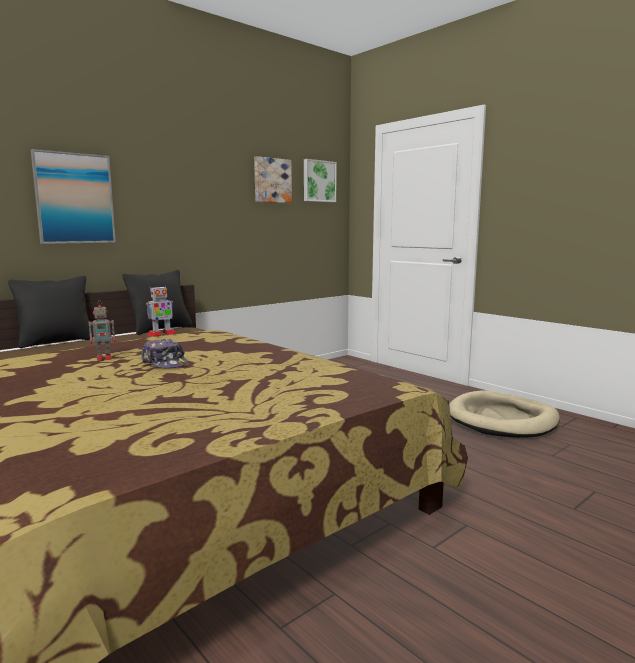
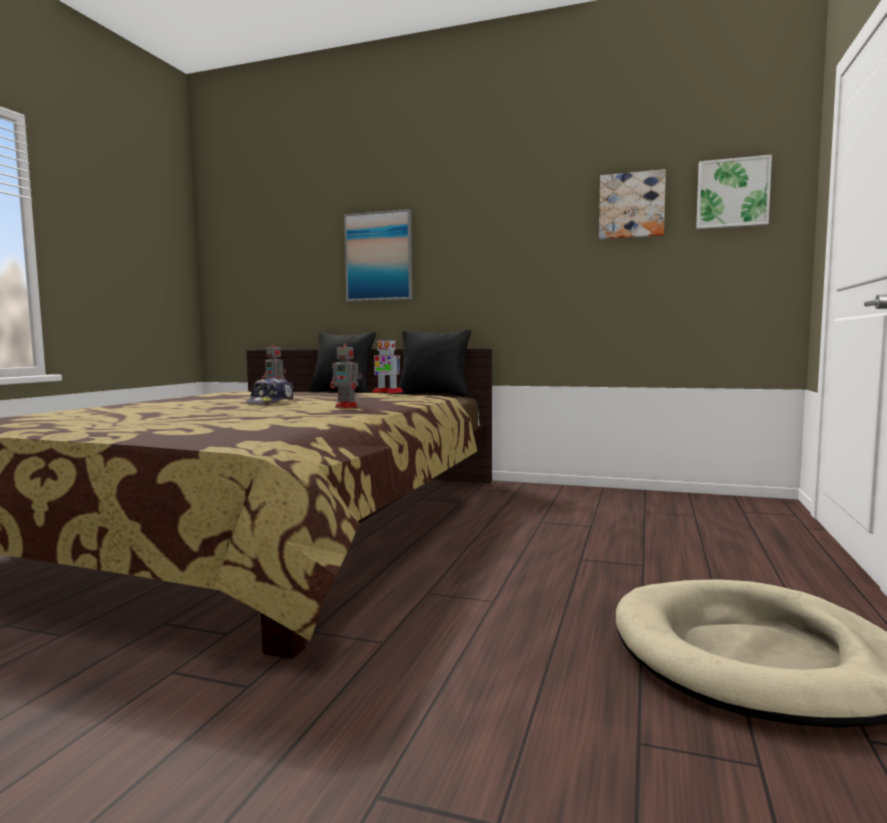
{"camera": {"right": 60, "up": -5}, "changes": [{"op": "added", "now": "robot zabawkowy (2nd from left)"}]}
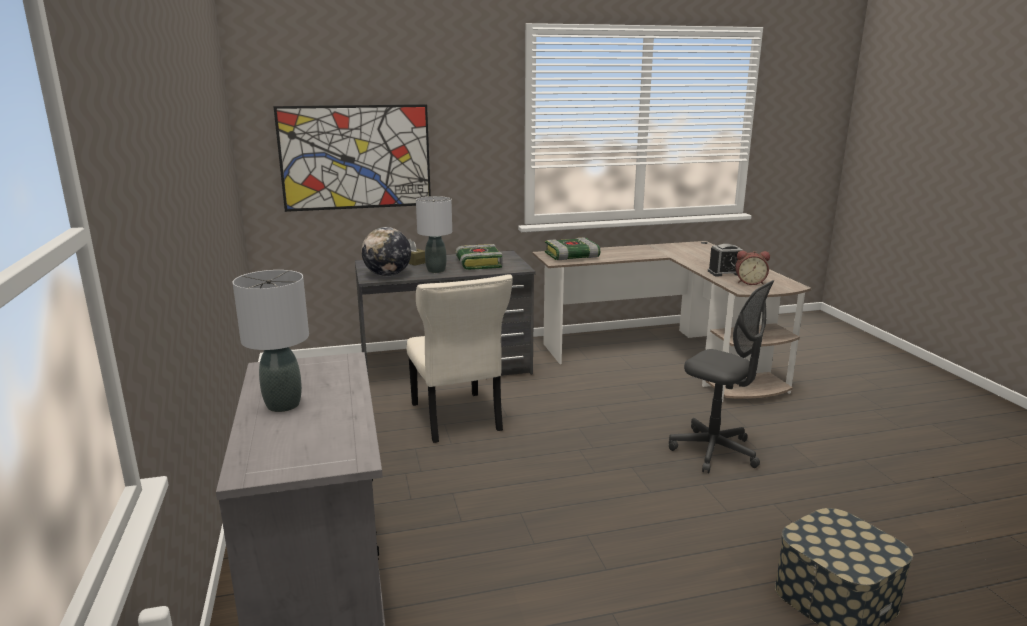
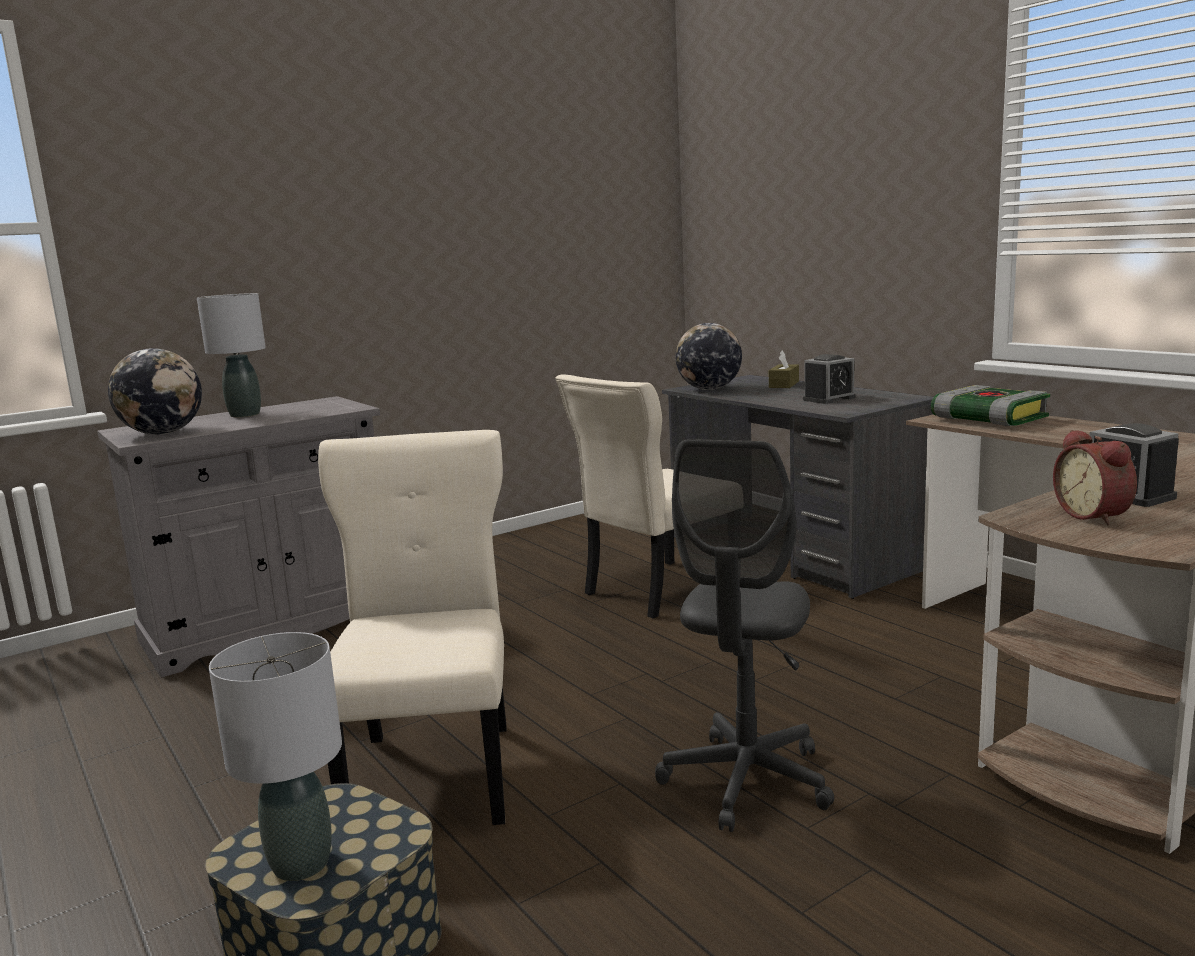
{"camera": {"right": 70, "up": -5}, "changes": [{"op": "removed", "was": "obraz"}, {"op": "moved", "was": "lampa stołowa (szary) (2nd from left)"}, {"op": "replaced", "was": "książka (1st from left)", "now": "budzik (1st from left)"}, {"op": "added", "now": "globus (1st from left)"}, {"op": "added", "now": "krzesło (beżowy) (1st from left)"}]}
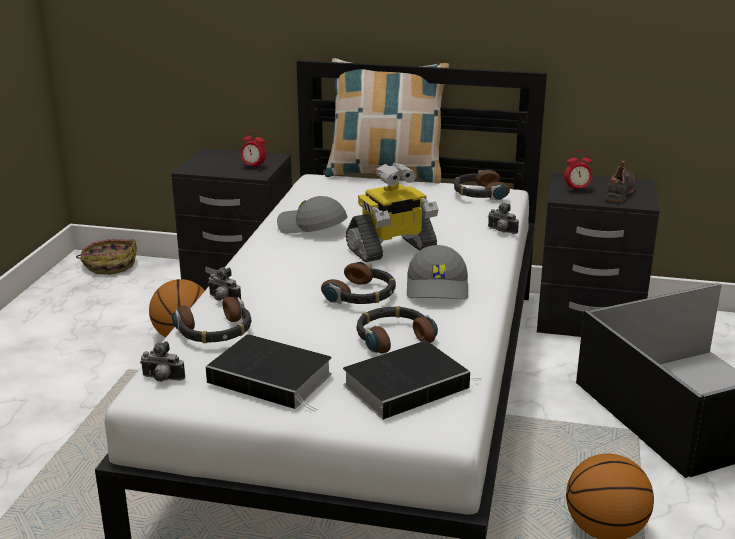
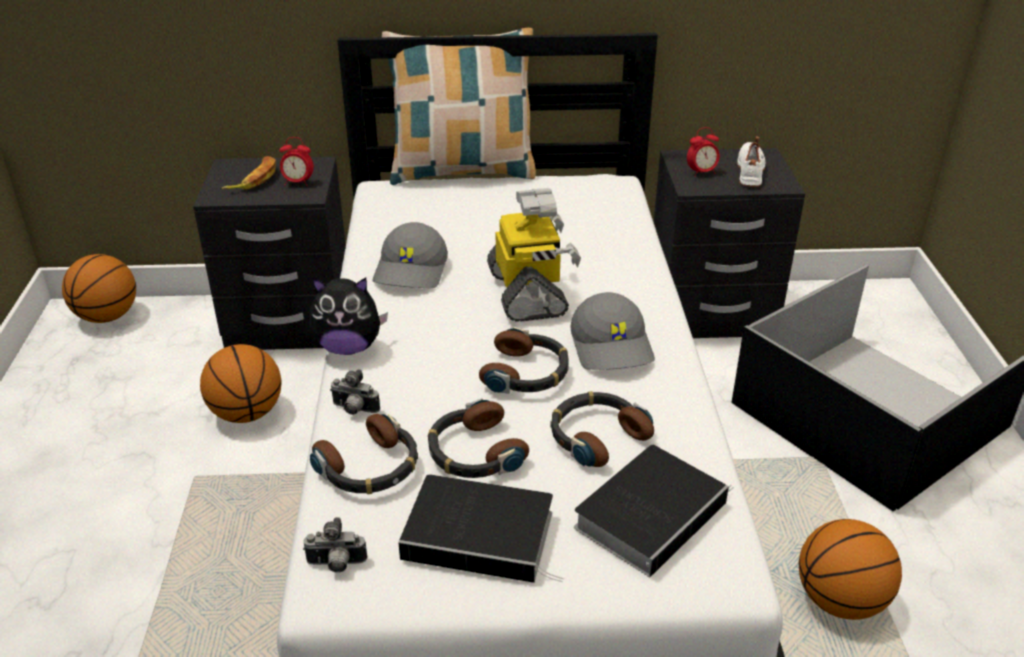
{"camera": {"right": -15, "up": 10}, "changes": [{"op": "recoloured", "was": "but (czarny)", "now": "but (biały)"}, {"op": "turned", "was": "robot zabawkowy", "clockwise": -60}, {"op": "moved", "was": "słuchawki (4th from left in the first image)", "now": "słuchawki (2nd from left)"}, {"op": "turned", "was": "czapka z daszkiem (szary) (1st from left)", "clockwise": -90}, {"op": "removed", "was": "aparat fotograficzny (3rd from left)"}, {"op": "replaced", "was": "koszyk", "now": "piłka do koszykówki (1st from left)"}, {"op": "added", "now": "banan"}, {"op": "added", "now": "pluszak"}]}
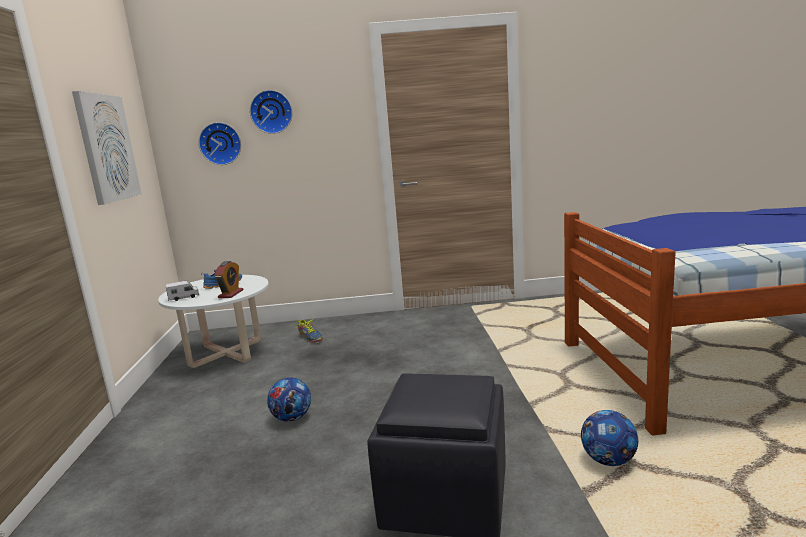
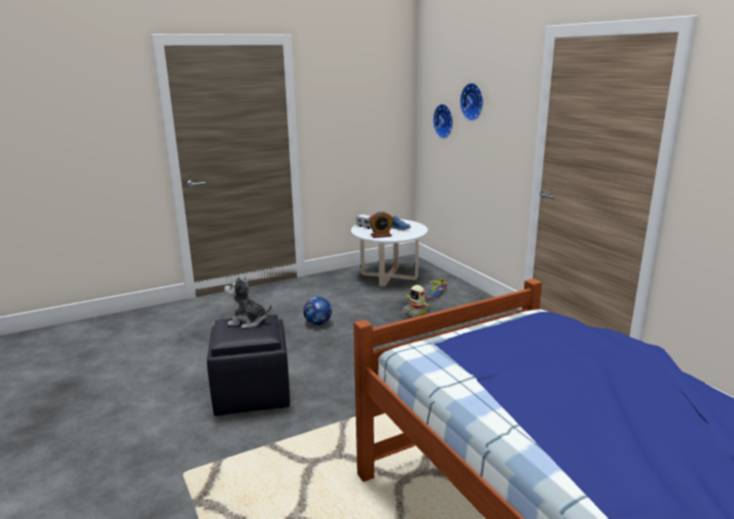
{"camera": {"right": 65, "up": 5}, "changes": [{"op": "removed", "was": "obraz"}, {"op": "removed", "was": "piłka futbolowa (2nd from left)"}, {"op": "added", "now": "pluszak"}, {"op": "added", "now": "robot zabawkowy"}]}
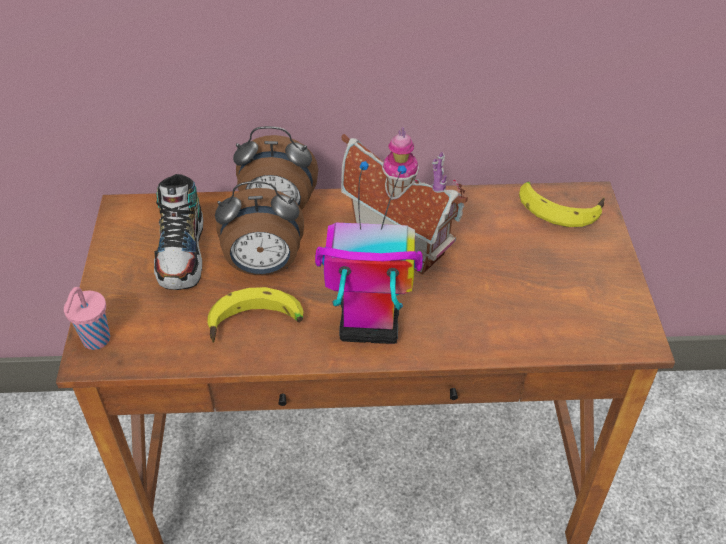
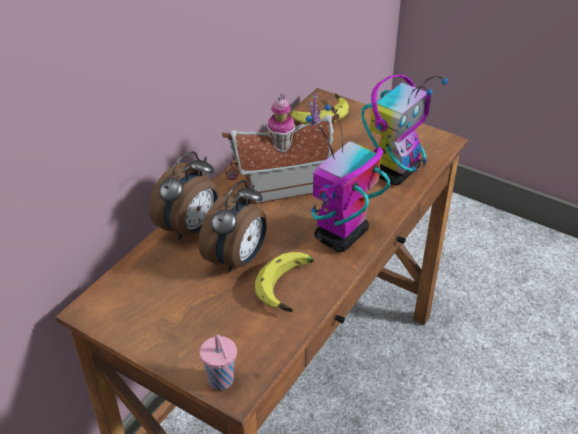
{"camera": {"right": -55, "up": -5}, "changes": [{"op": "removed", "was": "but"}, {"op": "added", "now": "robot zabawkowy (2nd from left)"}]}
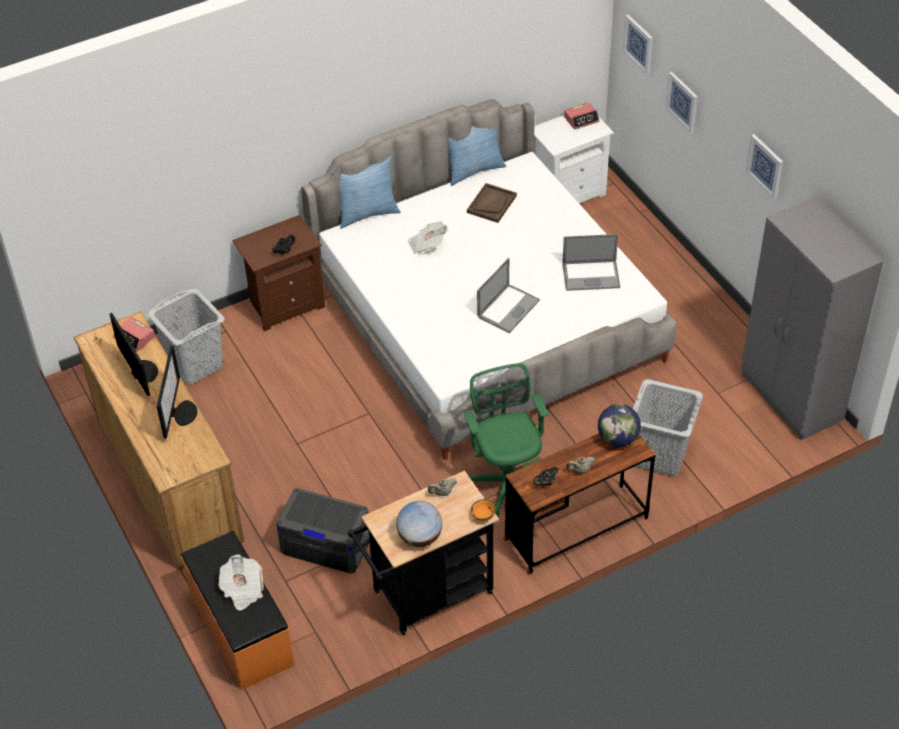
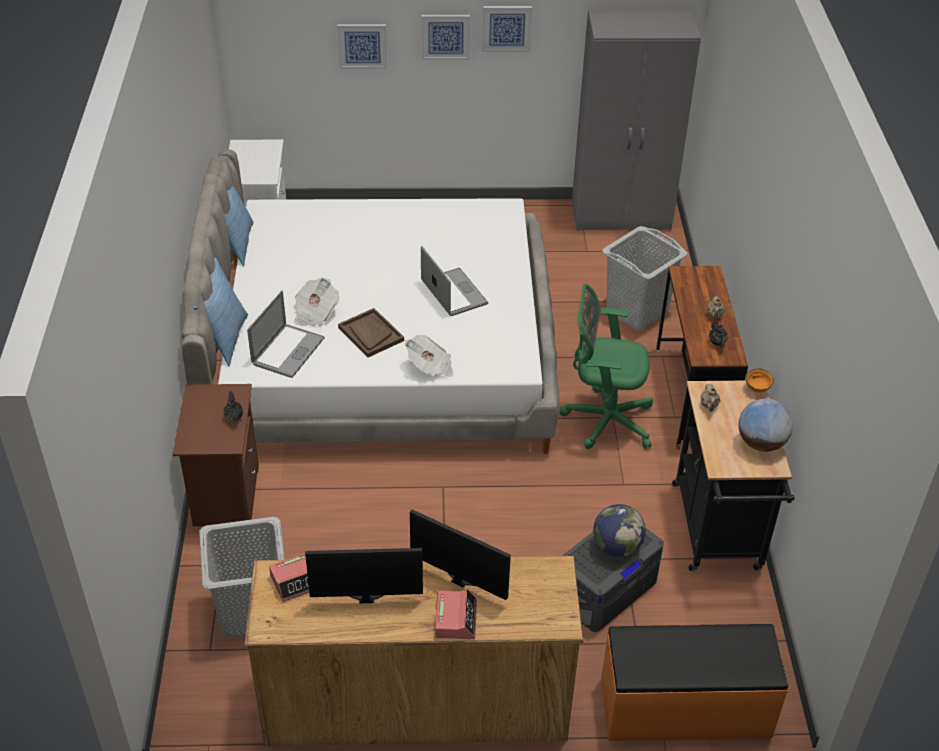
{"camera": {"right": -65, "up": -5}, "changes": [{"op": "moved", "was": "obraz (1st from left in the first image)", "now": "obraz (2nd from left)"}, {"op": "moved", "was": "budzik (2nd from left)"}, {"op": "moved", "was": "taca (brązowy)"}, {"op": "moved", "was": "laptop (2nd from left in the first image)", "now": "laptop (1st from left)"}, {"op": "moved", "was": "globus (2nd from left in the first image)", "now": "globus (1st from left)"}, {"op": "moved", "was": "gazeta (1st from left in the first image)", "now": "gazeta (2nd from left)"}]}
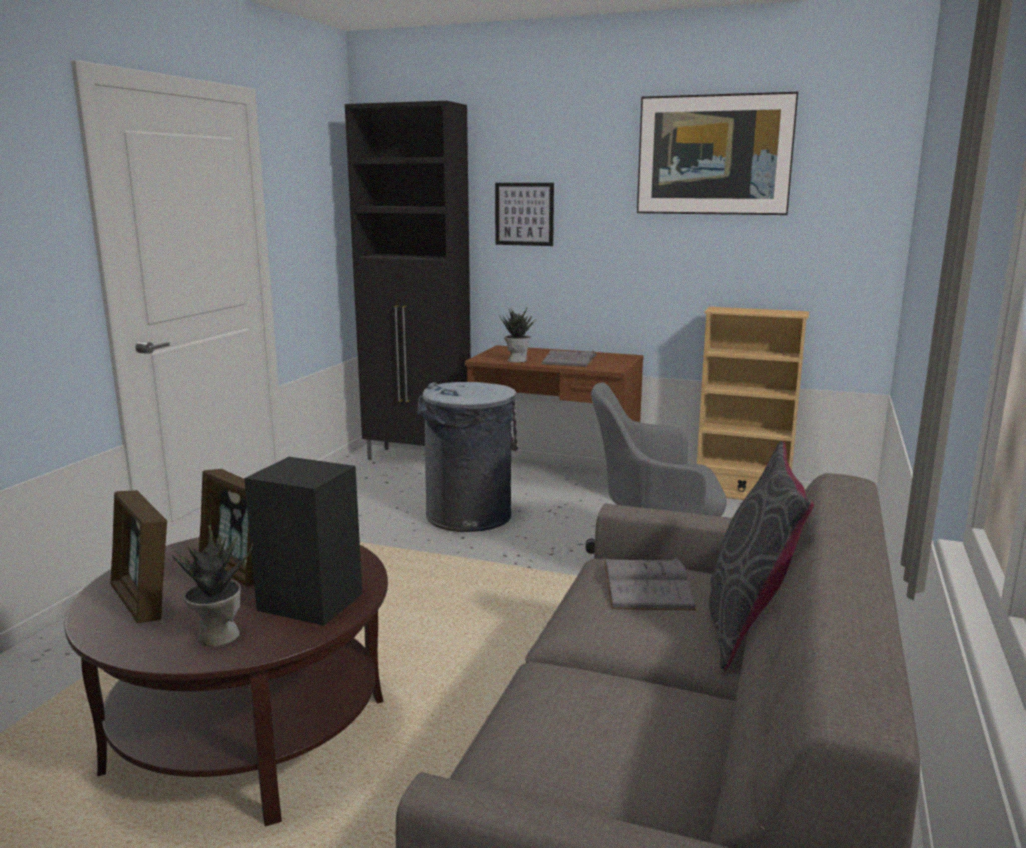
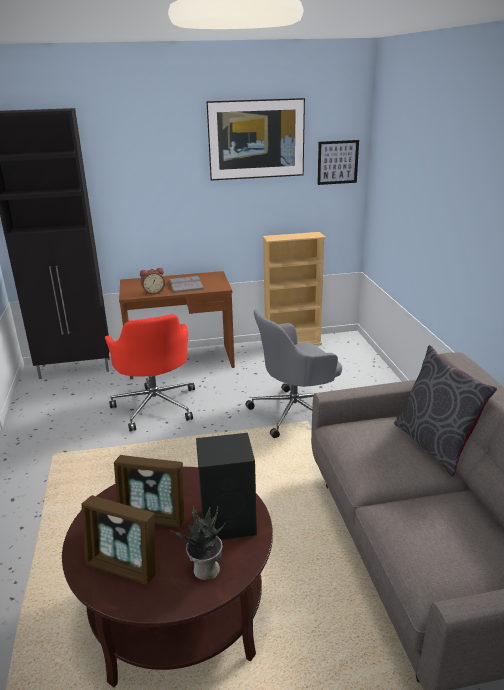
{"camera": {"right": -30, "up": 10}, "changes": [{"op": "moved", "was": "obraz (1st from left in the first image)", "now": "obraz (2nd from left)"}, {"op": "replaced", "was": "roślina doniczkowa (2nd from left)", "now": "budzik"}, {"op": "replaced", "was": "kosz na śmieci (szary)", "now": "krzesło biurowe (czerwony)"}, {"op": "removed", "was": "książka (szary) (2nd from left)"}]}
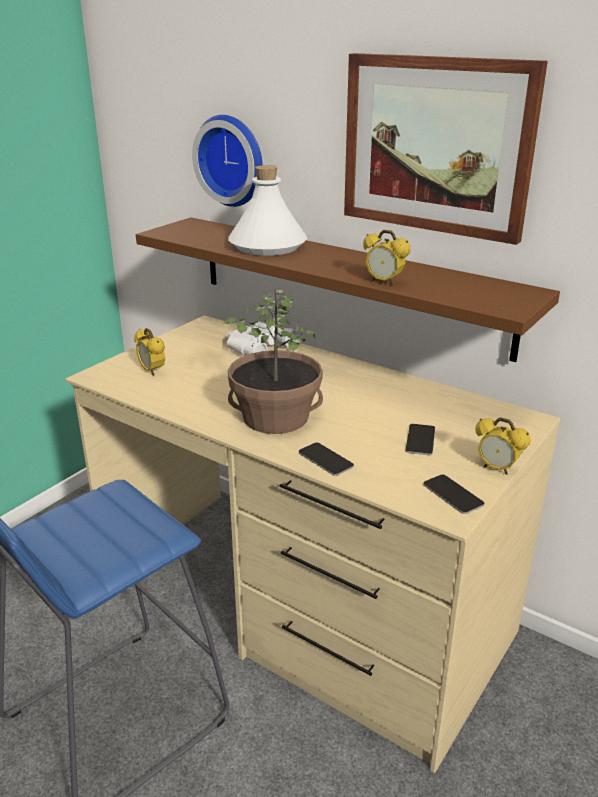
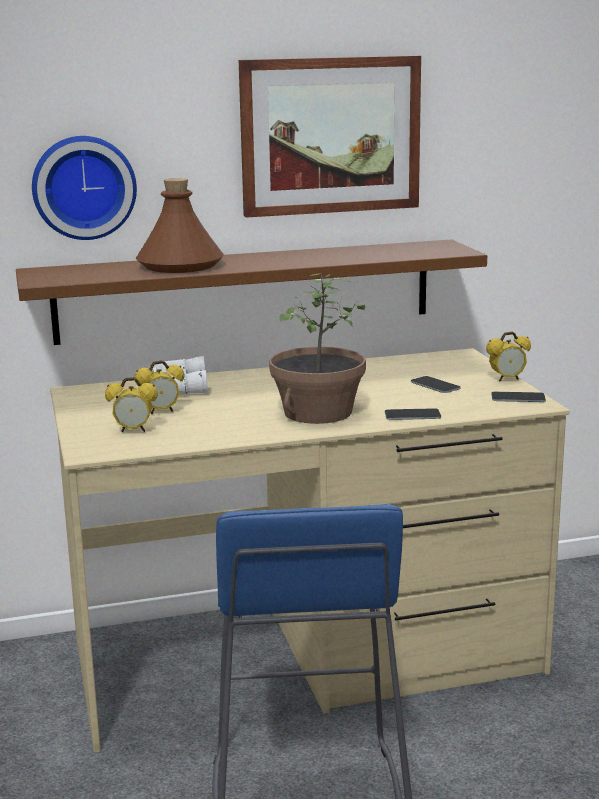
{"camera": {"right": -50, "up": -10}, "changes": [{"op": "recoloured", "was": "butelka (biały)", "now": "butelka (brązowy)"}, {"op": "moved", "was": "budzik (2nd from left)"}]}
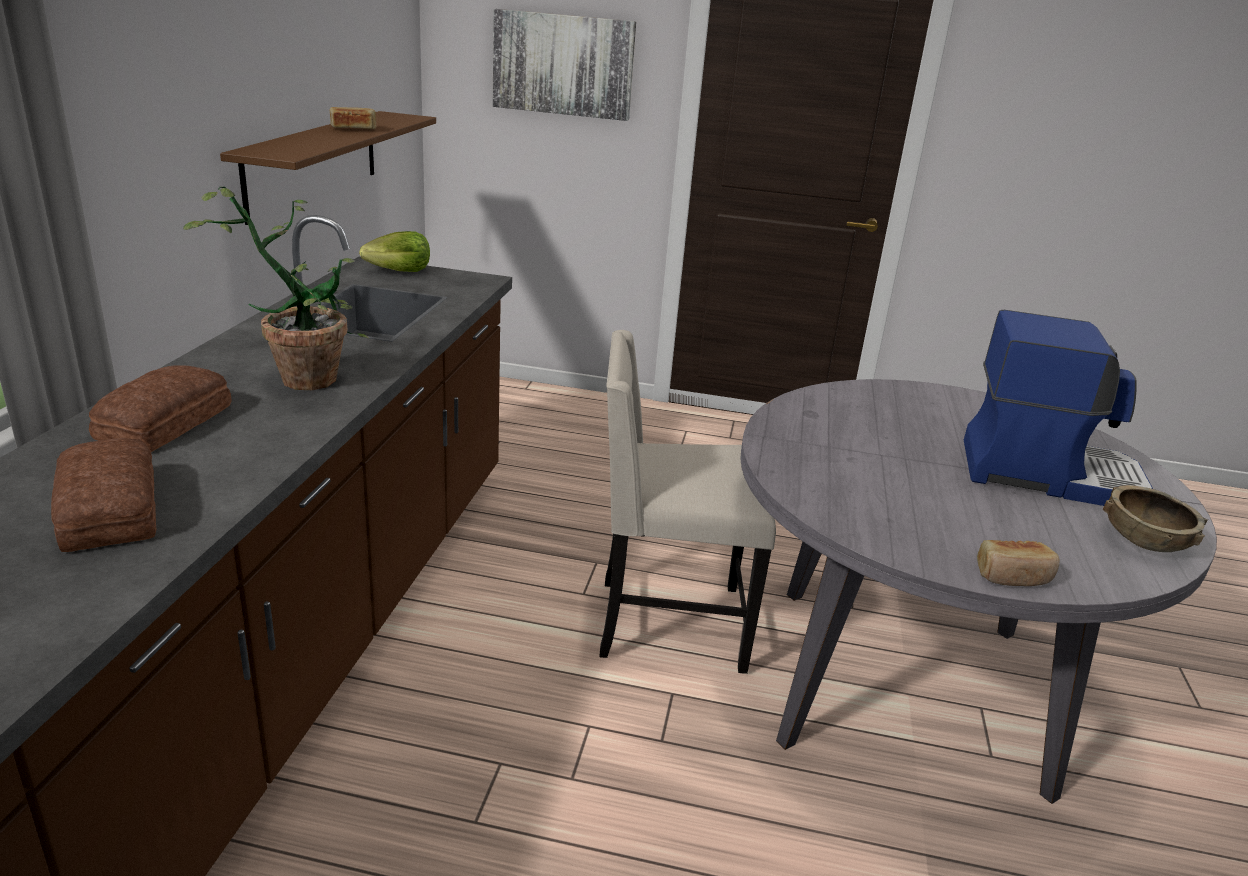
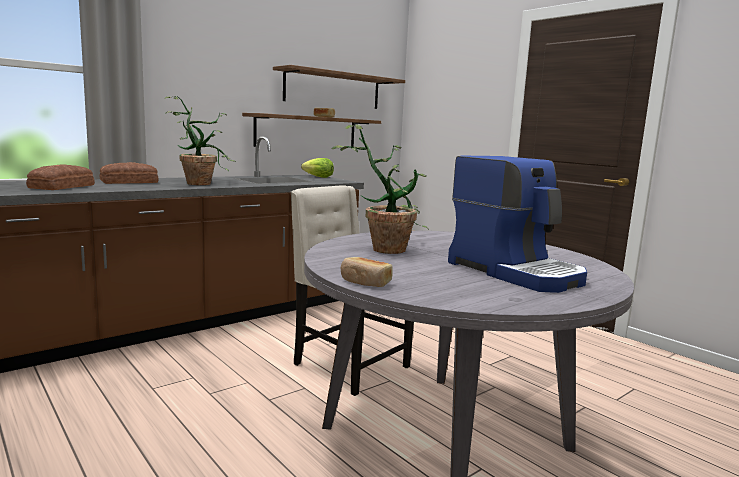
{"camera": {"right": 40, "up": -15}, "changes": [{"op": "removed", "was": "obraz"}, {"op": "removed", "was": "miska (brązowy)"}, {"op": "added", "now": "półka (brązowy) (2nd from left)"}, {"op": "added", "now": "roślina doniczkowa (2nd from left)"}]}
